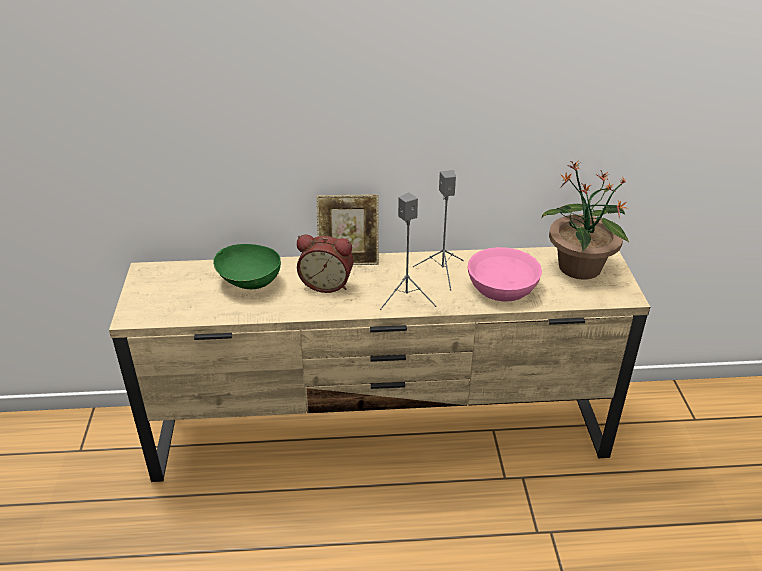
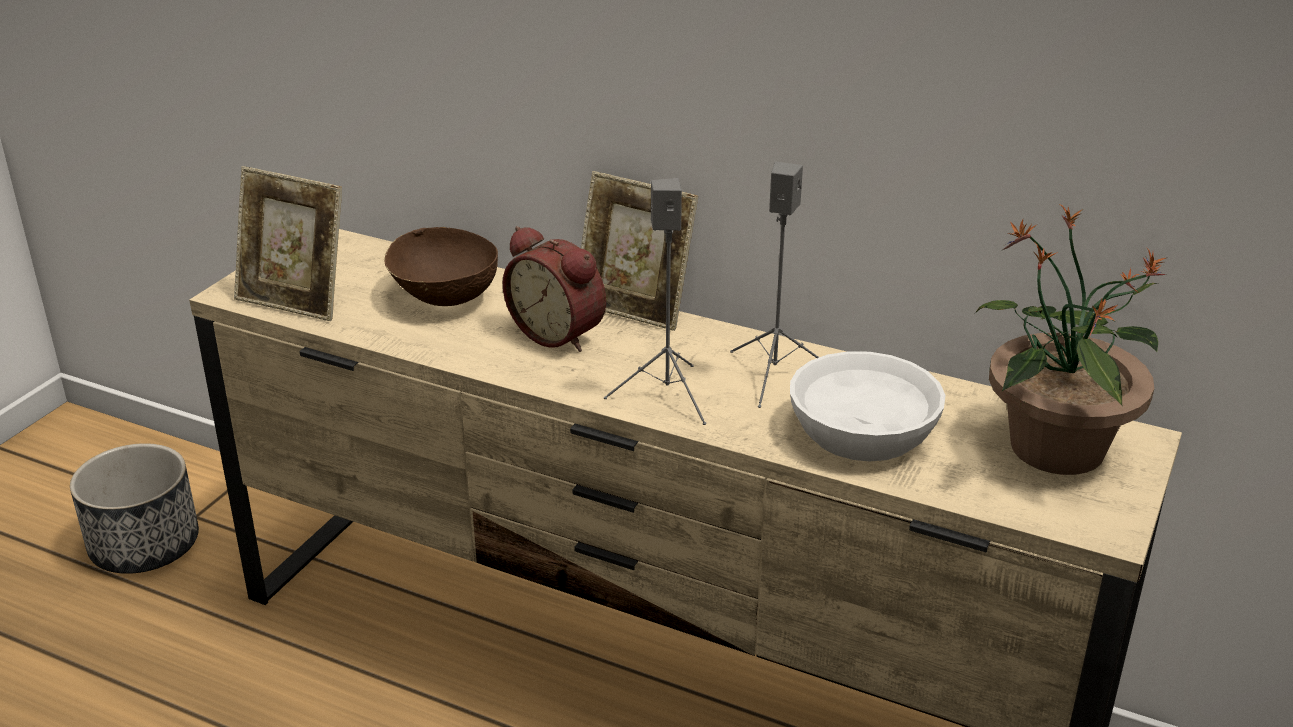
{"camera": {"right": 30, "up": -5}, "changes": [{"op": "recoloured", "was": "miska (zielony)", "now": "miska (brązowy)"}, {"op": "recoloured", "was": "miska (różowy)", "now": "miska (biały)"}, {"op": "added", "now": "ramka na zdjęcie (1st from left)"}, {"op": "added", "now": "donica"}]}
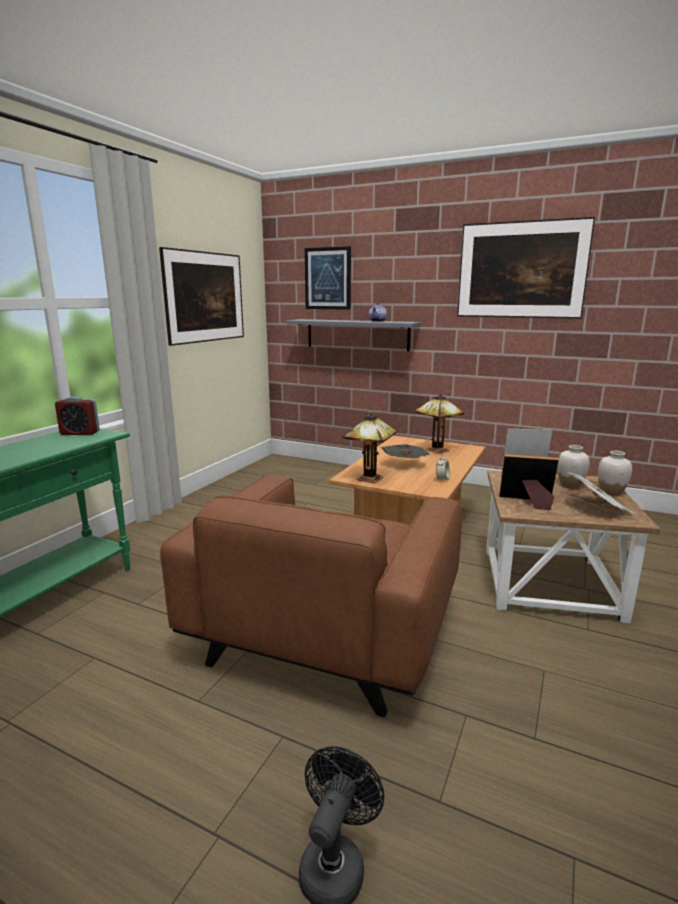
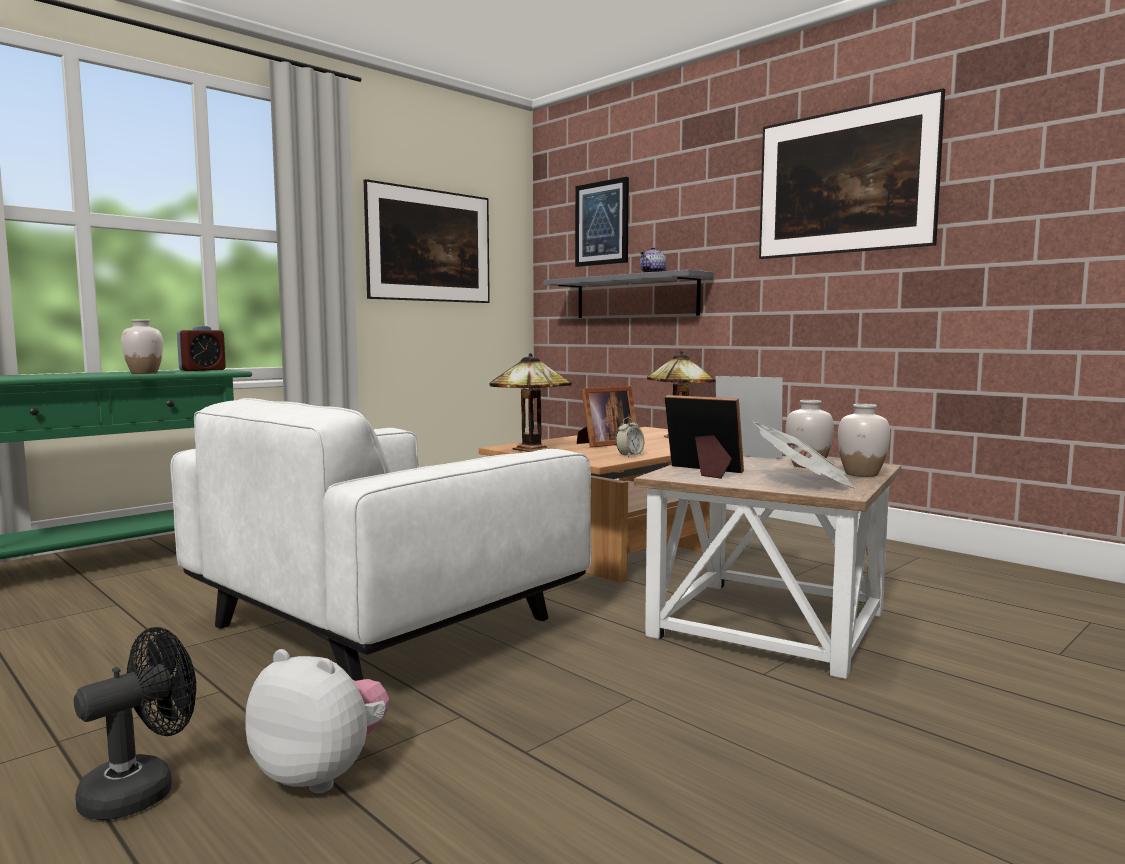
{"camera": {"right": 20, "up": -10}, "changes": [{"op": "turned", "was": "budzik (1st from left)", "clockwise": -75}, {"op": "replaced", "was": "gazeta (1st from left)", "now": "ramka na zdjęcie (1st from left)"}, {"op": "recoloured", "was": "fotel (brązowy)", "now": "fotel (biały)"}, {"op": "added", "now": "wazon (biały) (1st from left)"}, {"op": "added", "now": "pluszak"}]}
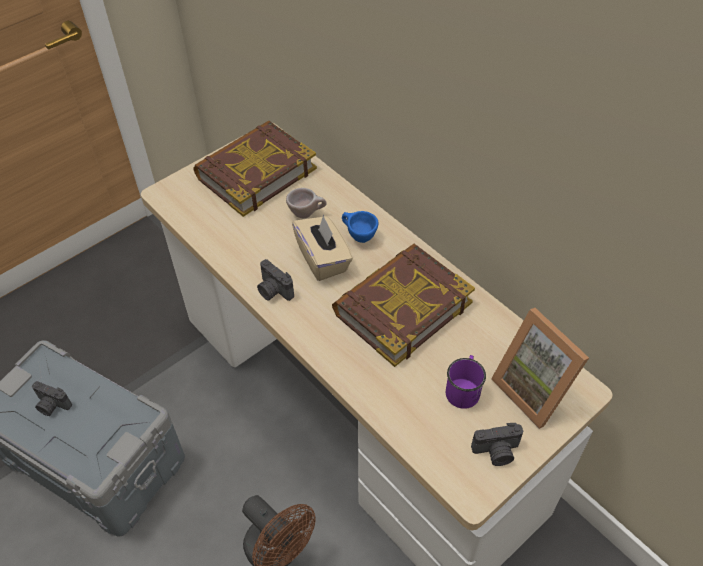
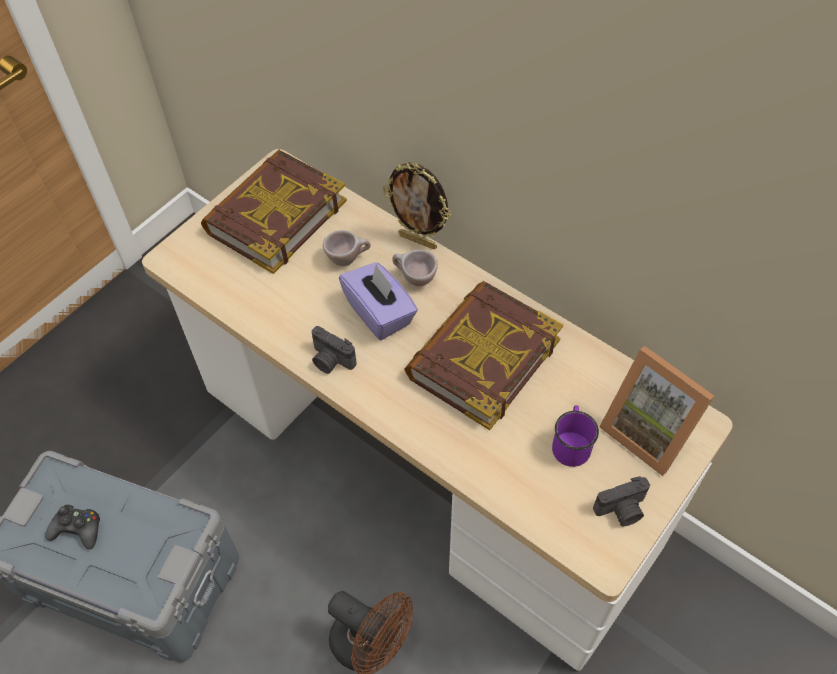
{"camera": {"right": -10, "up": 5}, "changes": [{"op": "recoloured", "was": "filiżanka (niebieski)", "now": "filiżanka (beżowy) (2nd from left)"}, {"op": "recoloured", "was": "pudełko chusteczek (beżowy)", "now": "pudełko chusteczek (fioletowy)"}, {"op": "replaced", "was": "aparat fotograficzny (1st from left)", "now": "pad do gier (czarny)"}, {"op": "added", "now": "ramka na zdjęcie (1st from left)"}]}
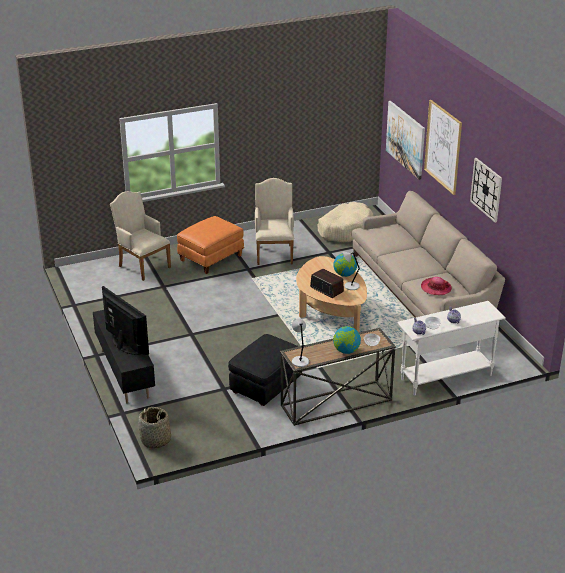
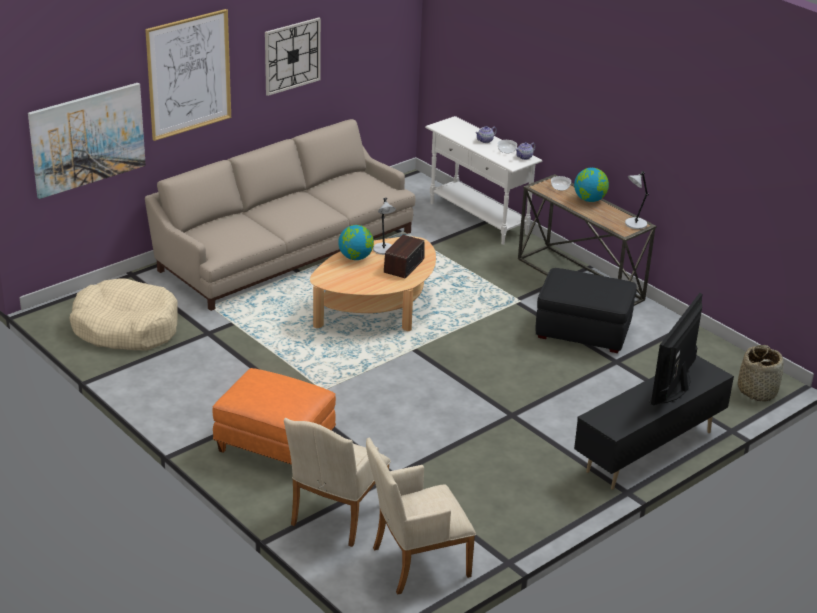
{"camera": {"right": -110, "up": 0}, "changes": [{"op": "moved", "was": "fotel (beżowy) (2nd from left)"}, {"op": "removed", "was": "kapelusz"}]}
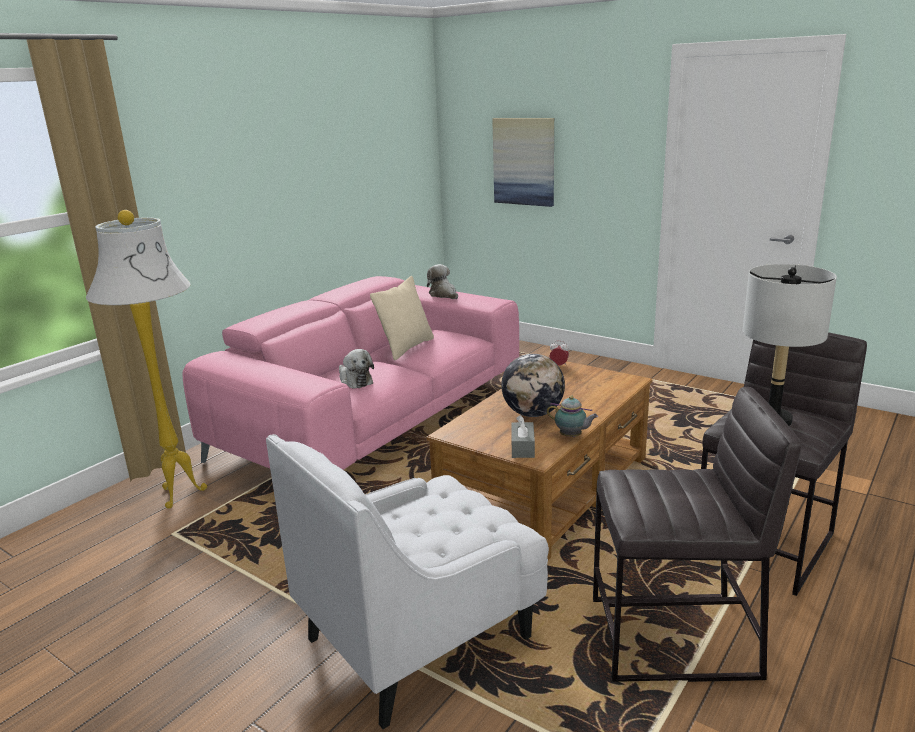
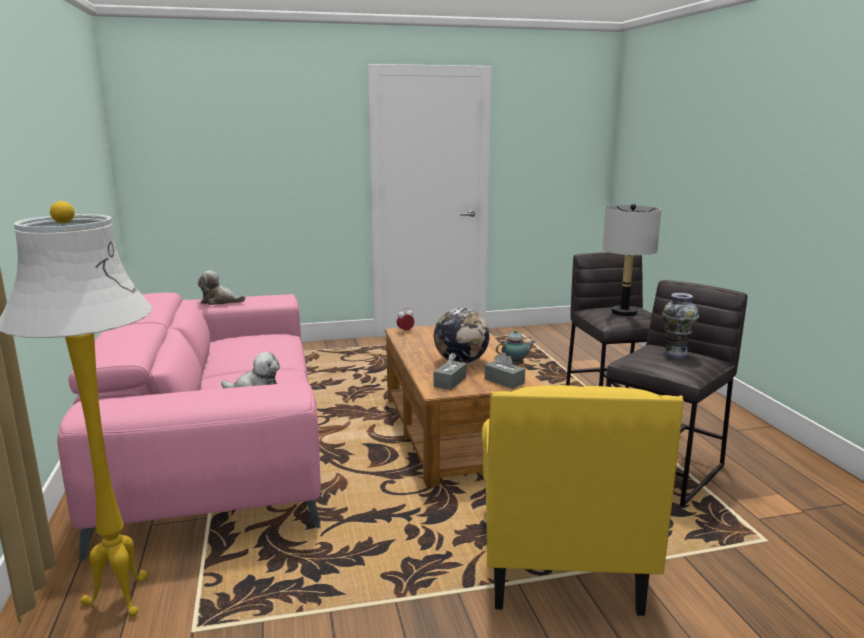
{"camera": {"right": -50, "up": -5}, "changes": [{"op": "removed", "was": "obraz"}, {"op": "removed", "was": "poduszka (beżowy)"}, {"op": "recoloured", "was": "fotel (biały)", "now": "fotel (żółty)"}, {"op": "added", "now": "wazon"}, {"op": "added", "now": "pudełko chusteczek (szary) (1st from left)"}]}
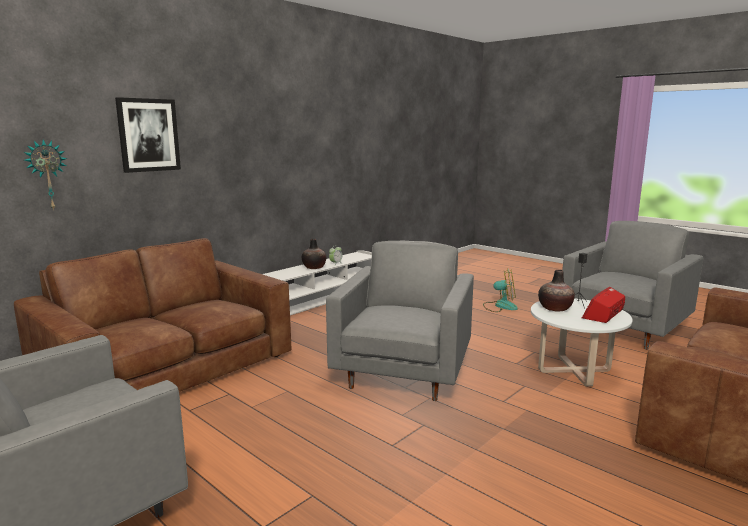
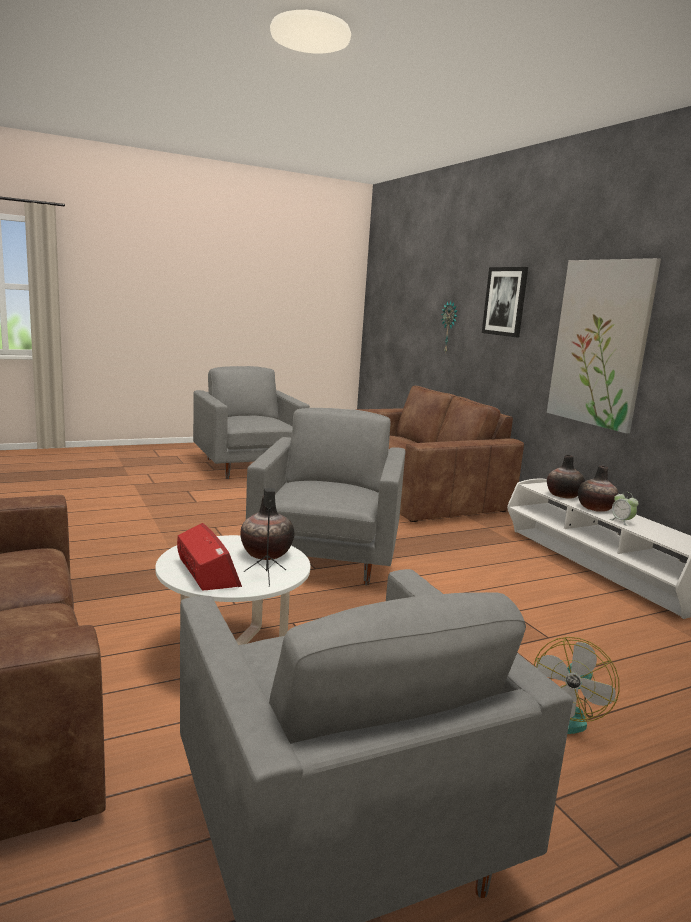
{"camera": {"right": 110, "up": 0}, "changes": [{"op": "turned", "was": "fotel (szary) (2nd from left)", "clockwise": -120}, {"op": "added", "now": "obraz (2nd from left)"}, {"op": "added", "now": "wazon (2nd from left)"}]}
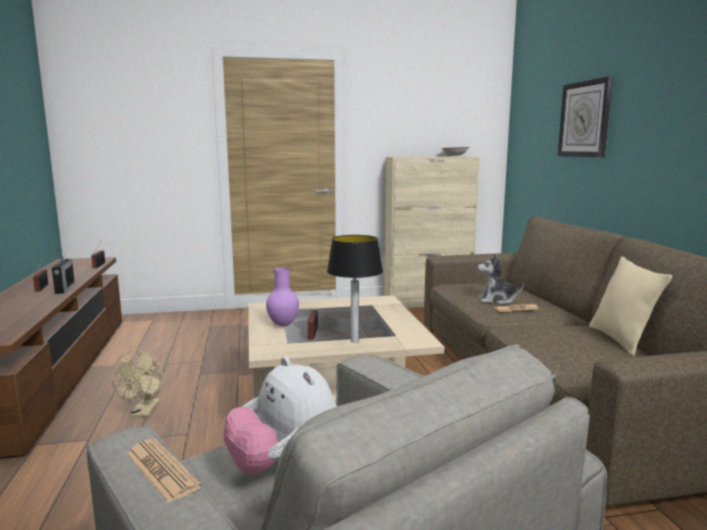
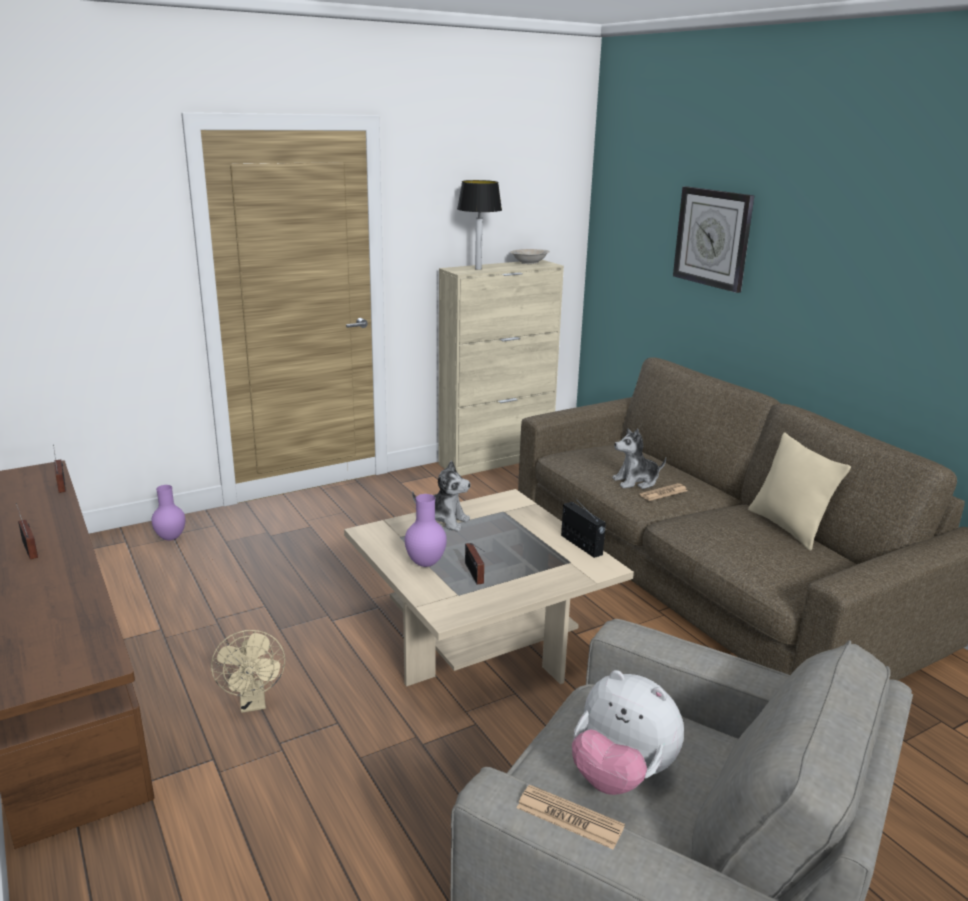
{"camera": {"right": -20, "up": 10}, "changes": [{"op": "moved", "was": "lampa stołowa"}, {"op": "moved", "was": "radio (2nd from left in the first image)", "now": "radio (4th from left)"}, {"op": "added", "now": "pluszak (1st from left)"}, {"op": "added", "now": "wazon (fioletowy) (1st from left)"}]}
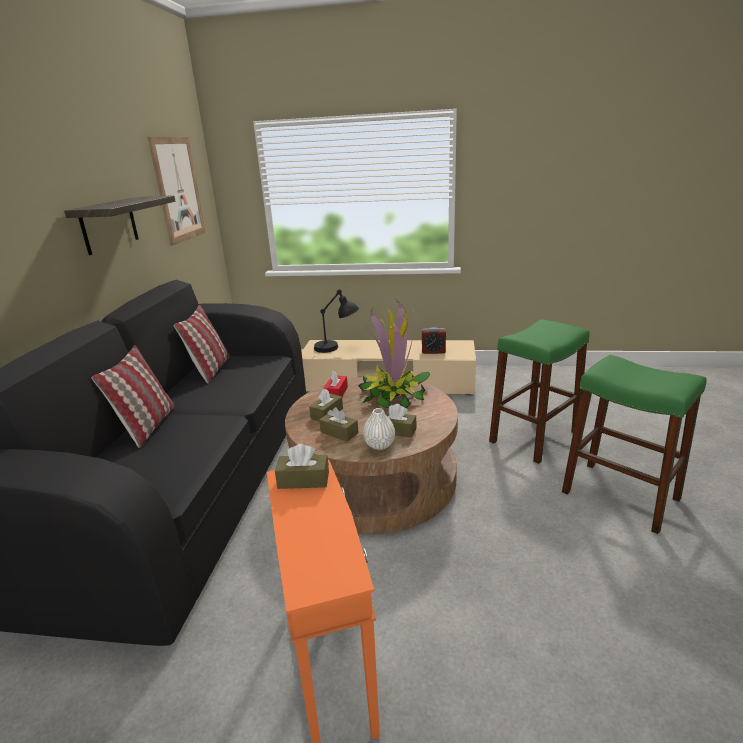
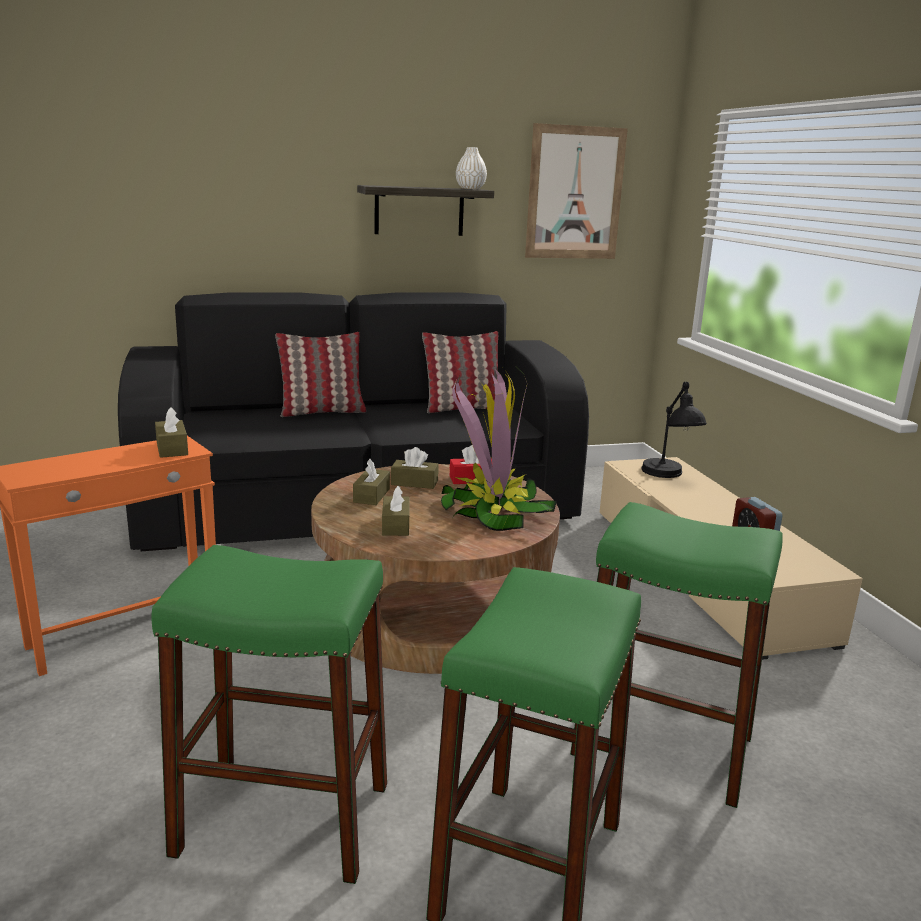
{"camera": {"right": 65, "up": -5}, "changes": [{"op": "moved", "was": "wazon (biały)"}, {"op": "added", "now": "stołek (zielony) (1st from left)"}]}
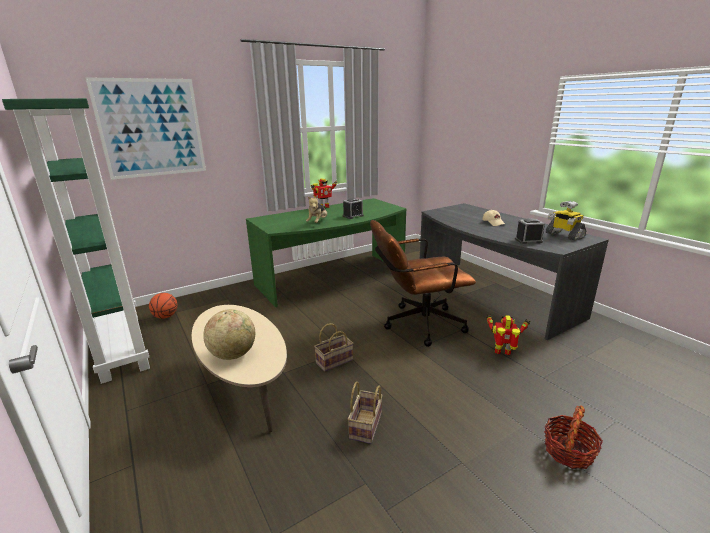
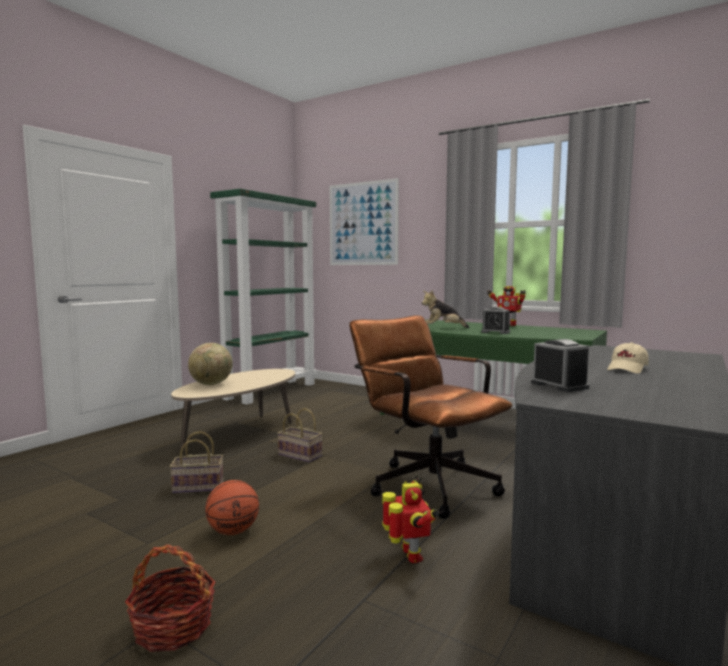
{"camera": {"right": 65, "up": -15}, "changes": [{"op": "removed", "was": "robot zabawkowy (3rd from left)"}, {"op": "moved", "was": "piłka do koszykówki"}]}
